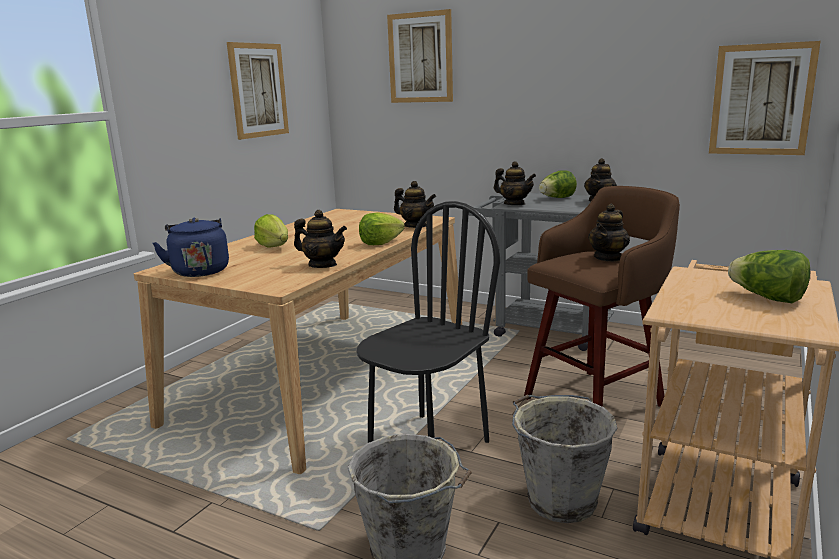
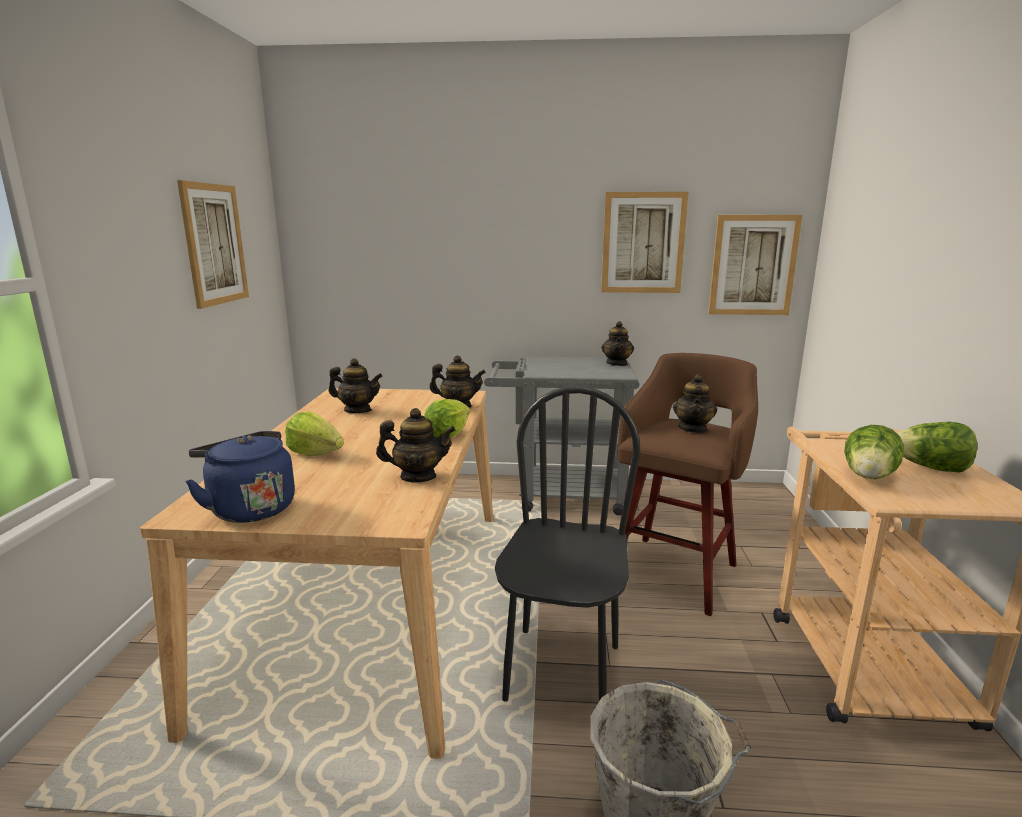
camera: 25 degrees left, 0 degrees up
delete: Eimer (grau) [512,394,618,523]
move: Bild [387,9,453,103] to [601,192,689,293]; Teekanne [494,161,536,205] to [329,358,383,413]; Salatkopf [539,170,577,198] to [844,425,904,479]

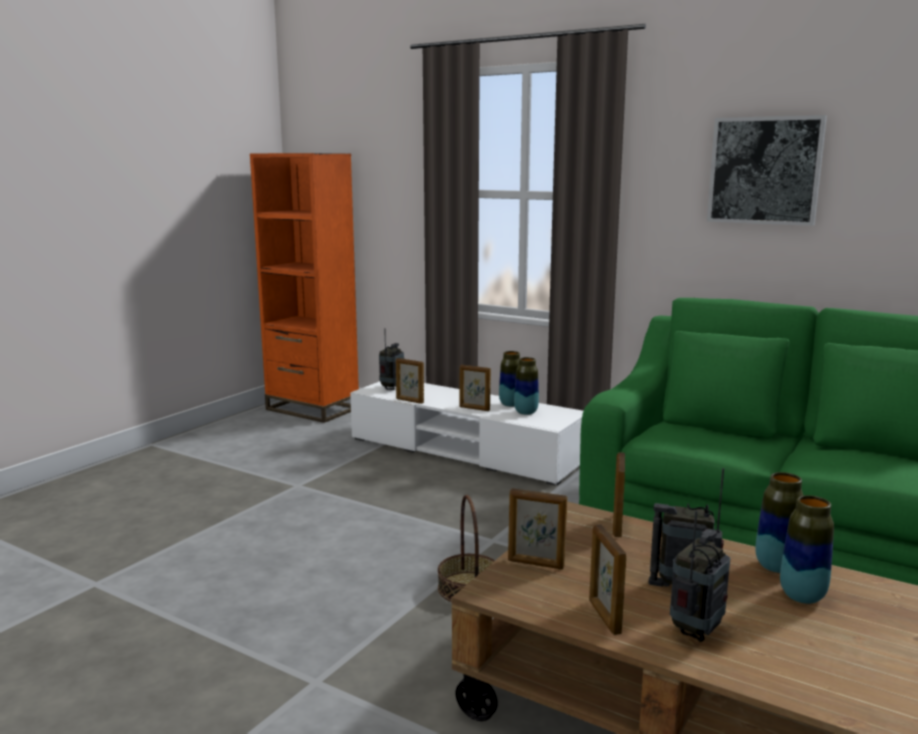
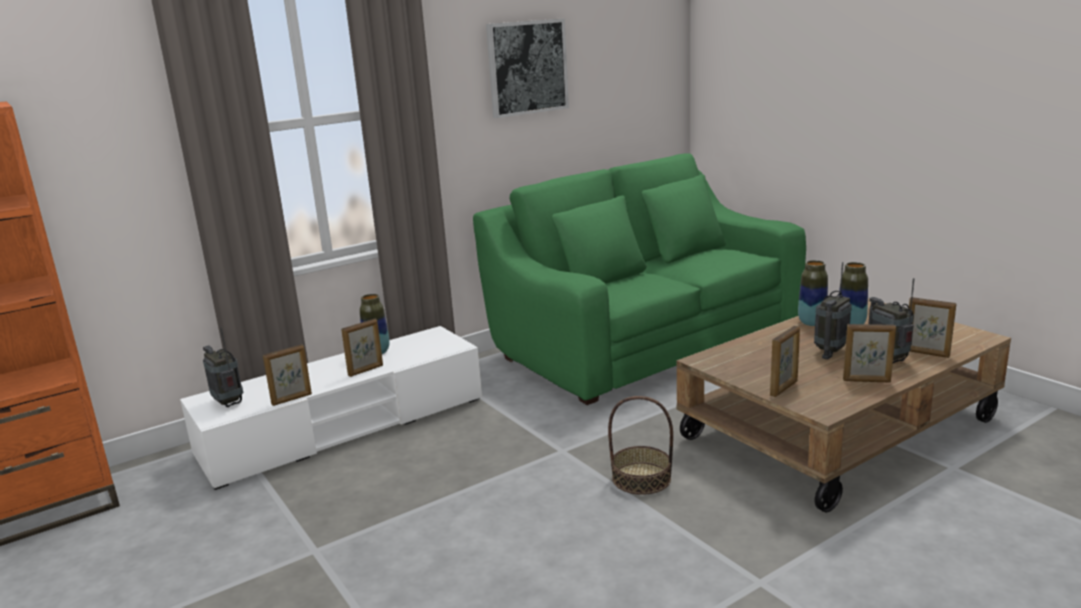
camera: 65 degrees left, 5 degrees up
delete: Vase [514,357,539,415]
move: Bilderrahmen [613,452,625,537] to [908,297,956,358]

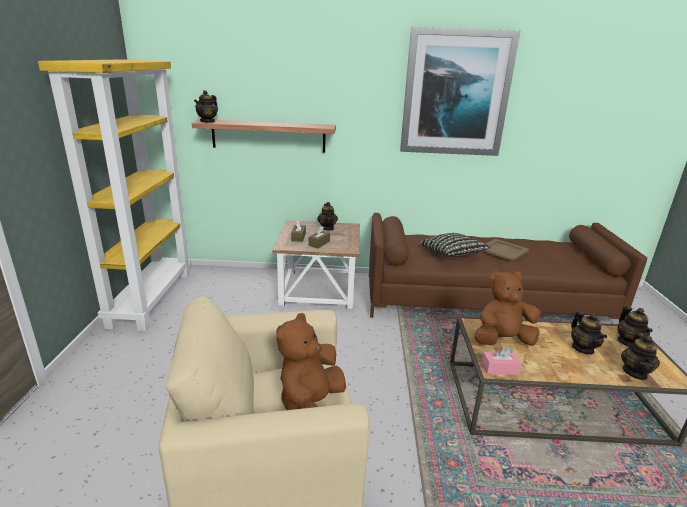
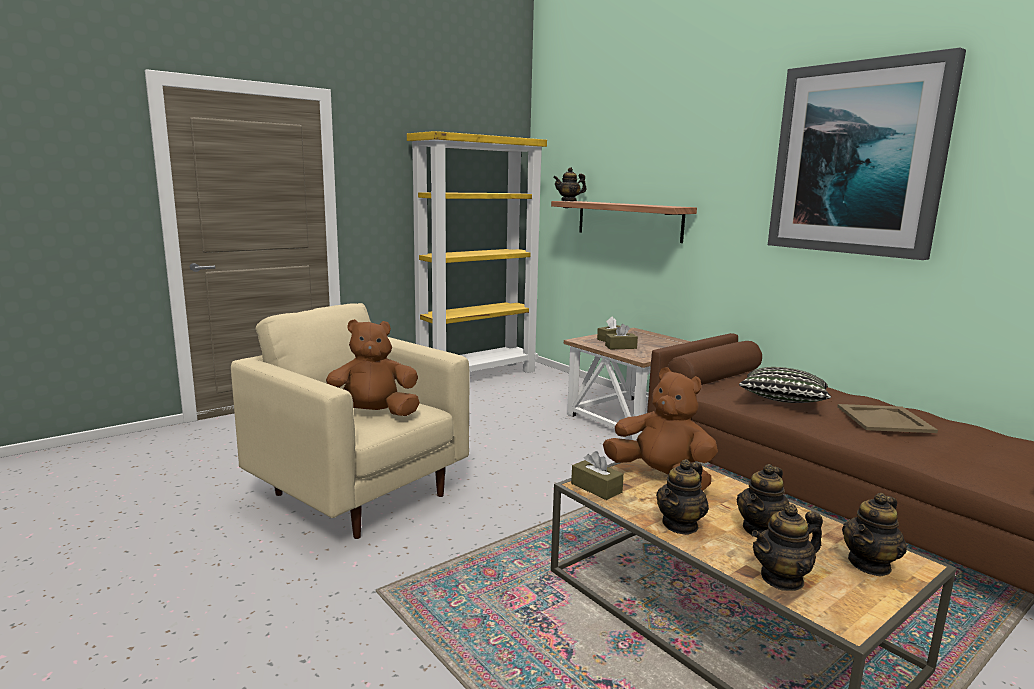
camera: 50 degrees right, 10 degrees down
move: Teekanne [317,202,338,231] to [656,459,709,535]
recolor: Taschentuchbox (rosa) [482,347,522,375] to Taschentuchbox (braun) [571,451,624,500]

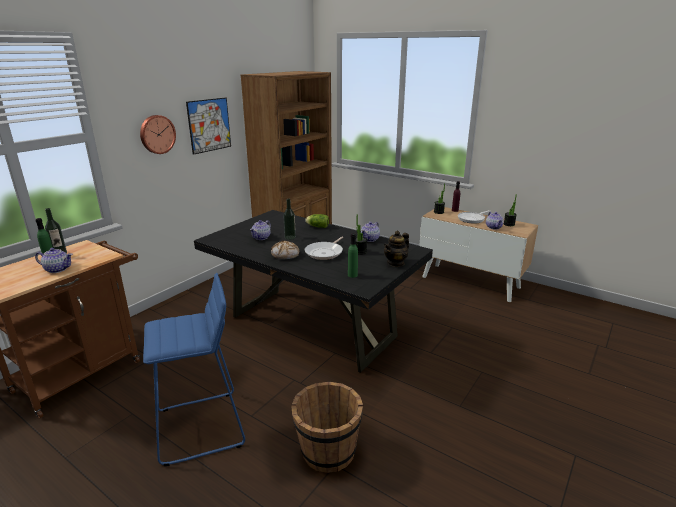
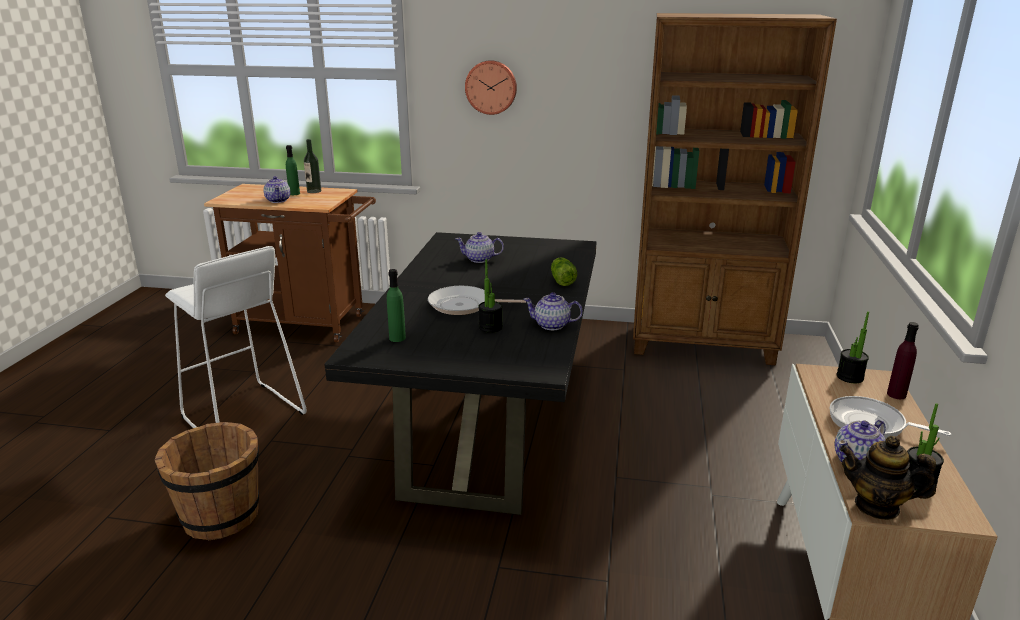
camera: 65 degrees right, 0 degrees up
delete: Bild [186,98,231,155]; Brot [271,241,299,259]; Flasche [283,199,296,240]
move: Teekanne [384,231,409,267] to [839,436,936,520]
recolor: Hocker (blau) [143,273,245,466] to Hocker (weiß) [165,246,307,428]

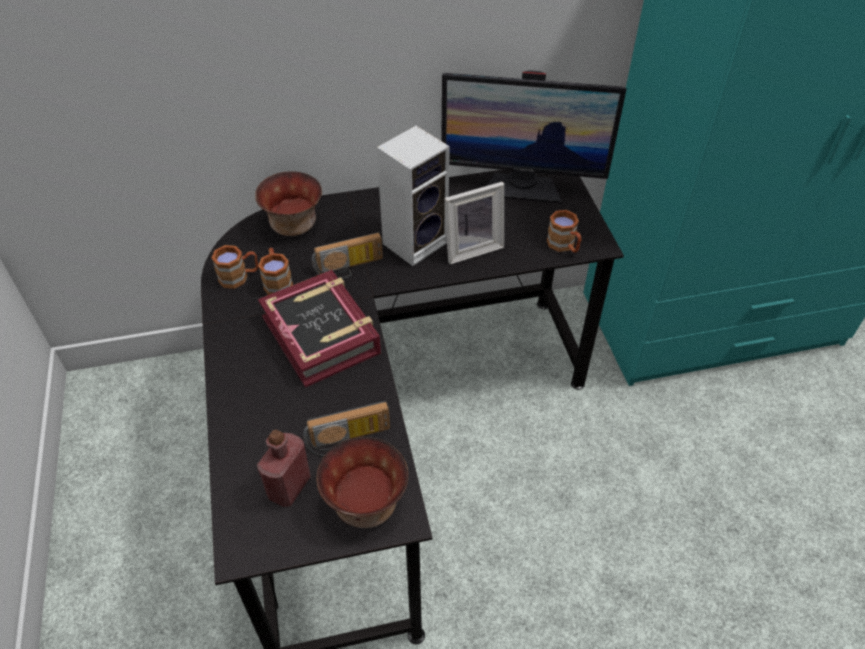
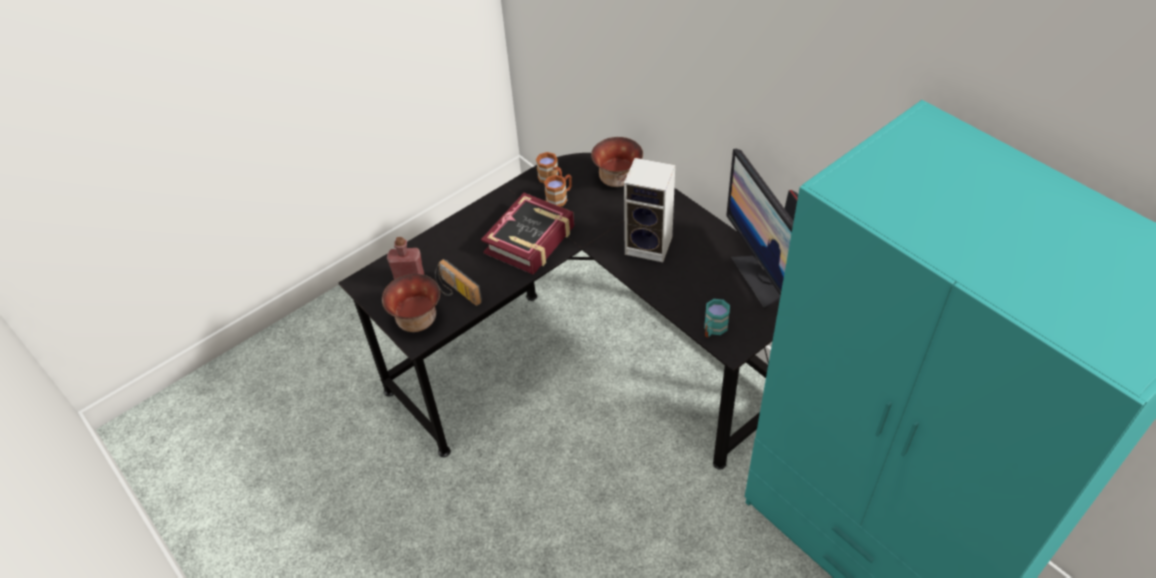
camera: 65 degrees right, 0 degrees up
delete: Radio [312,232,383,279]; Bilderrahmen [444,182,504,264]
recolor: Henkelbecher (braun) [547,210,581,253] to Henkelbecher (türkis) [704,299,730,337]

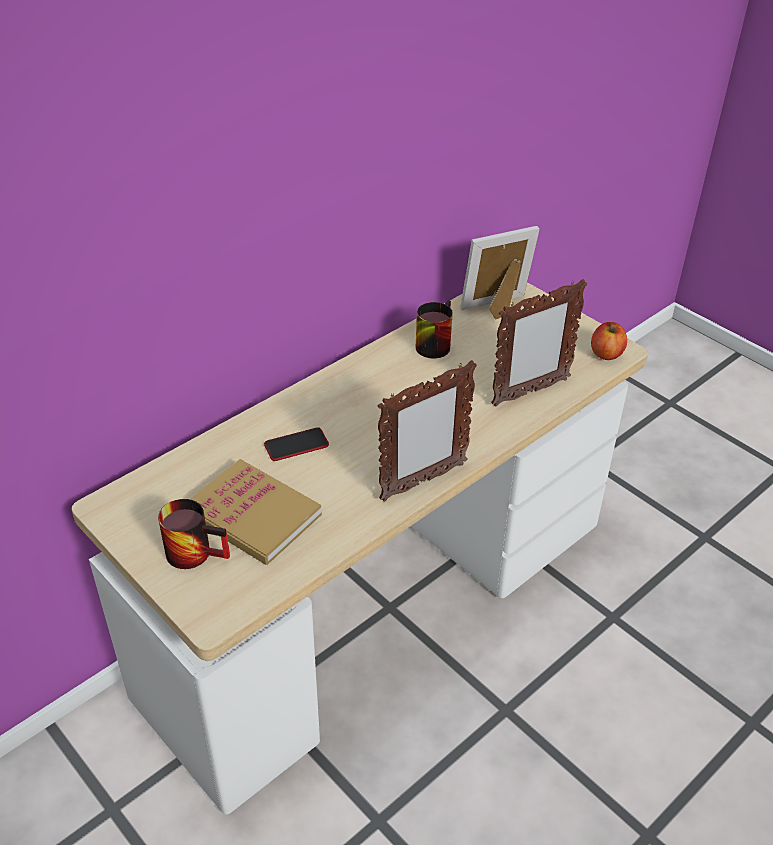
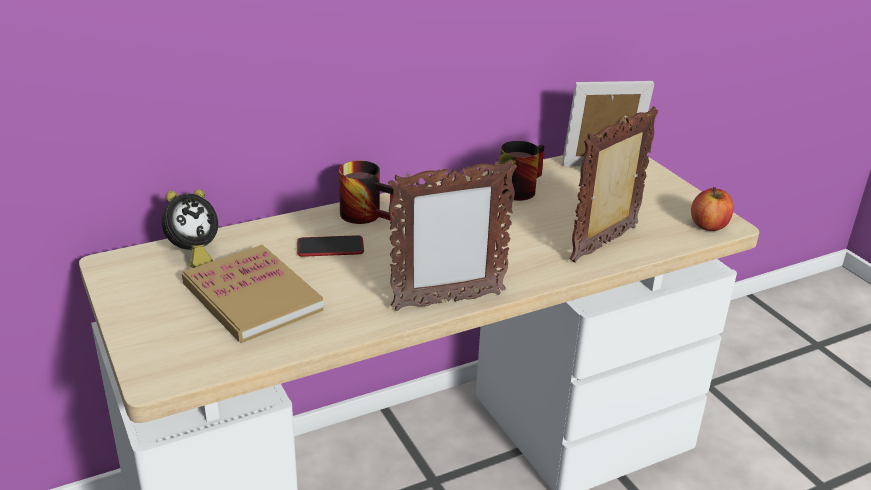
camera: 15 degrees right, 10 degrees down
insert: Wecker [162,189,218,268]
move: Henkelbecher [158,499,230,569] to [339,160,396,224]
rotate: Bilderrahmen [491,279,587,407] = [570,106,658,262] 150 degrees clockwise

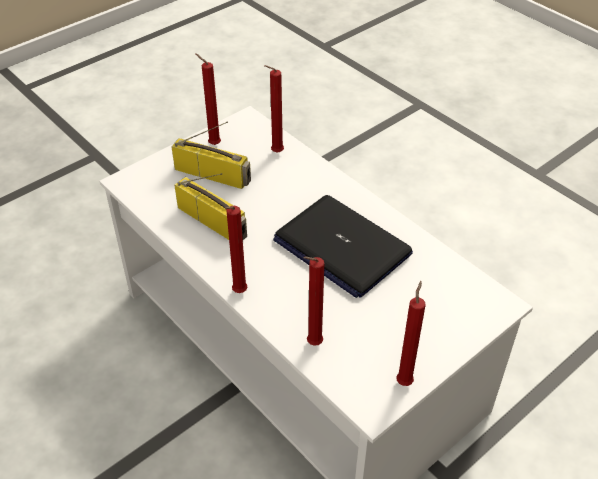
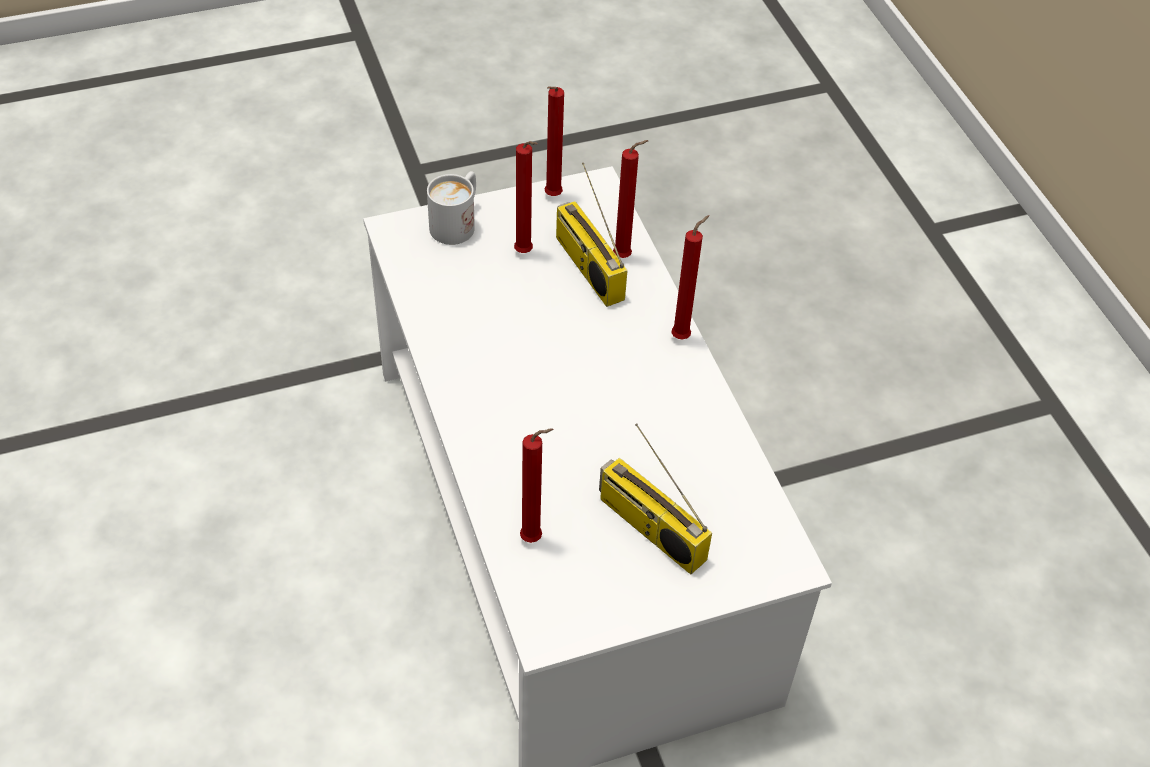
camera: 160 degrees left, 5 degrees up
delete: Laptop [273,195,413,298]
insert: Henkelbecher (weiß) [427,171,476,245]
move: Radio [174,173,247,240] to [556,162,627,307]; Kerze (rot) [195,53,221,145] to [514,141,538,253]

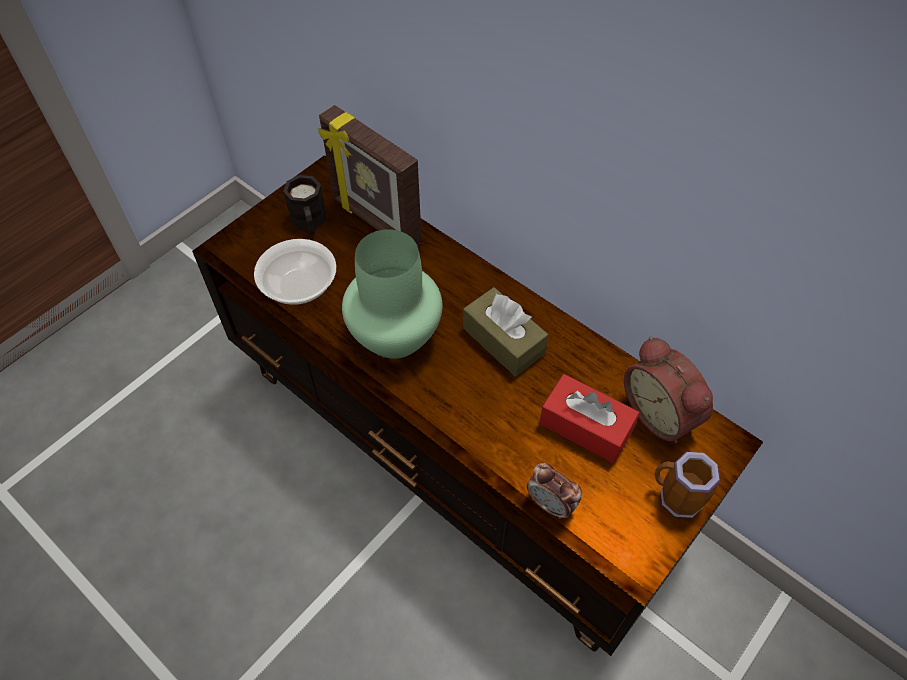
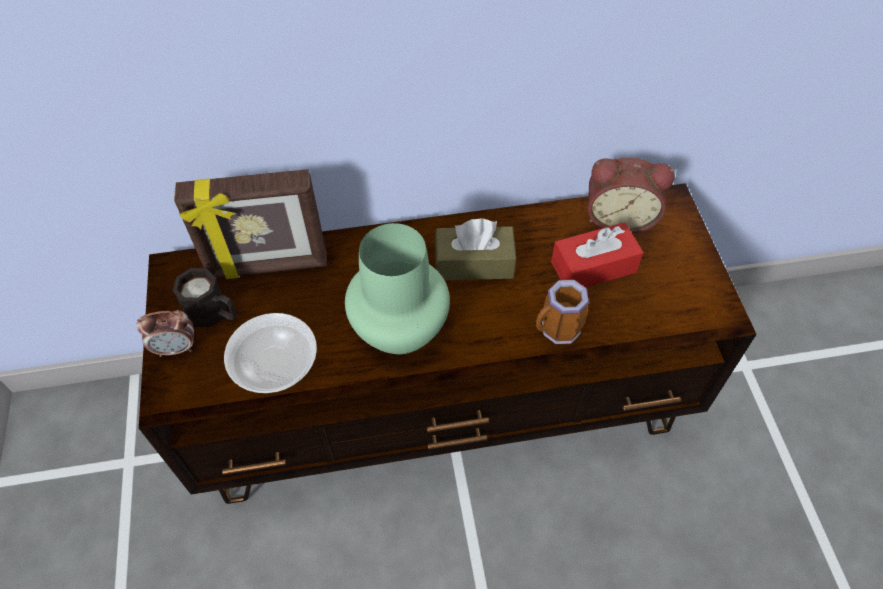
camera: 50 degrees left, 0 degrees up
move: Wecker [527,463,582,519] to [136,310,194,357]; Henkelbecher [655,452,720,518] to [536,280,589,344]

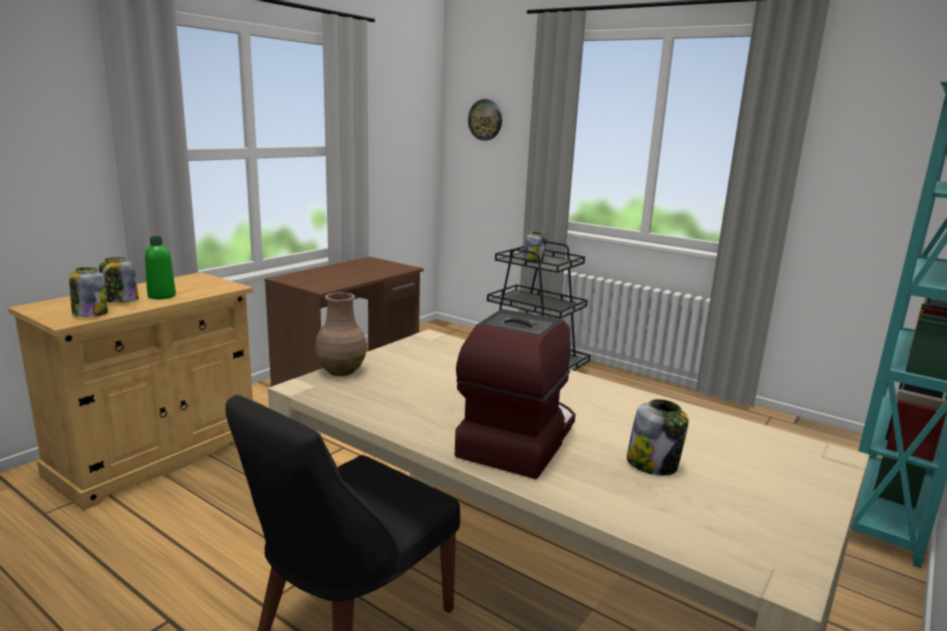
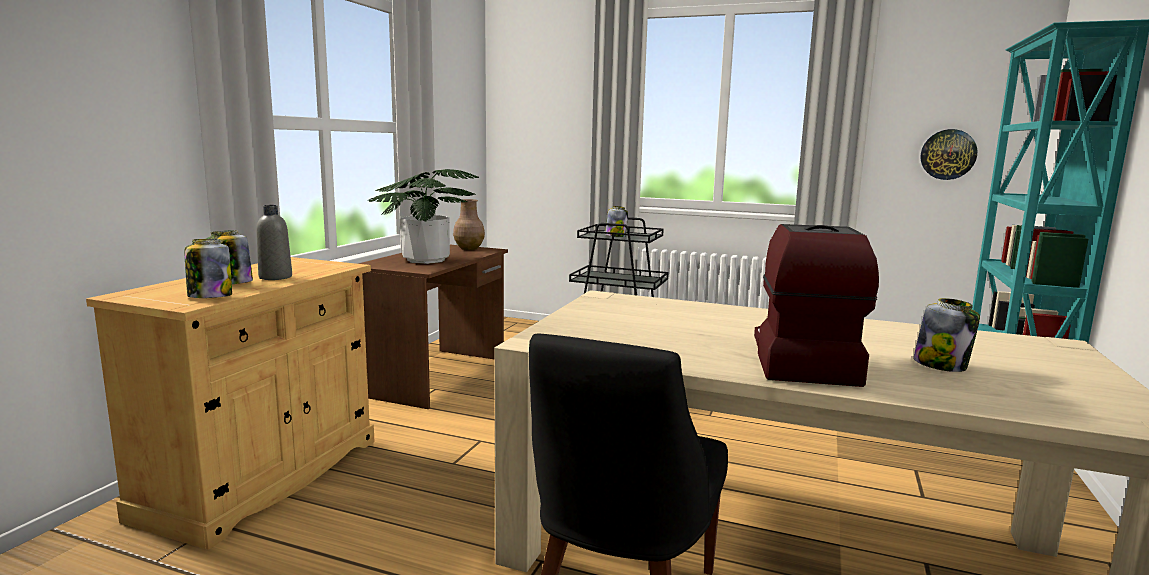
camera: 15 degrees left, 5 degrees down
insert: Topfpflanze [368,169,479,264]
move: Vase (braun) [315,292,367,376] to [453,199,485,250]; Wanduhr [468,99,502,141] to [921,129,977,180]
recolor: Flasche (grün) [145,236,176,299] to Flasche (grau) [256,205,292,280]

